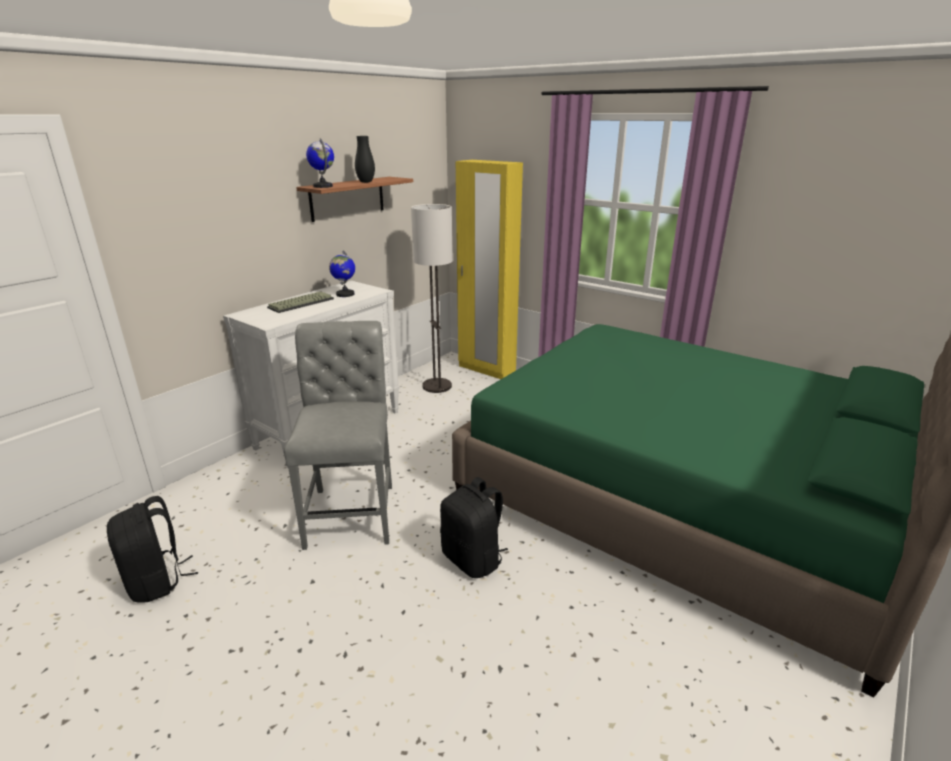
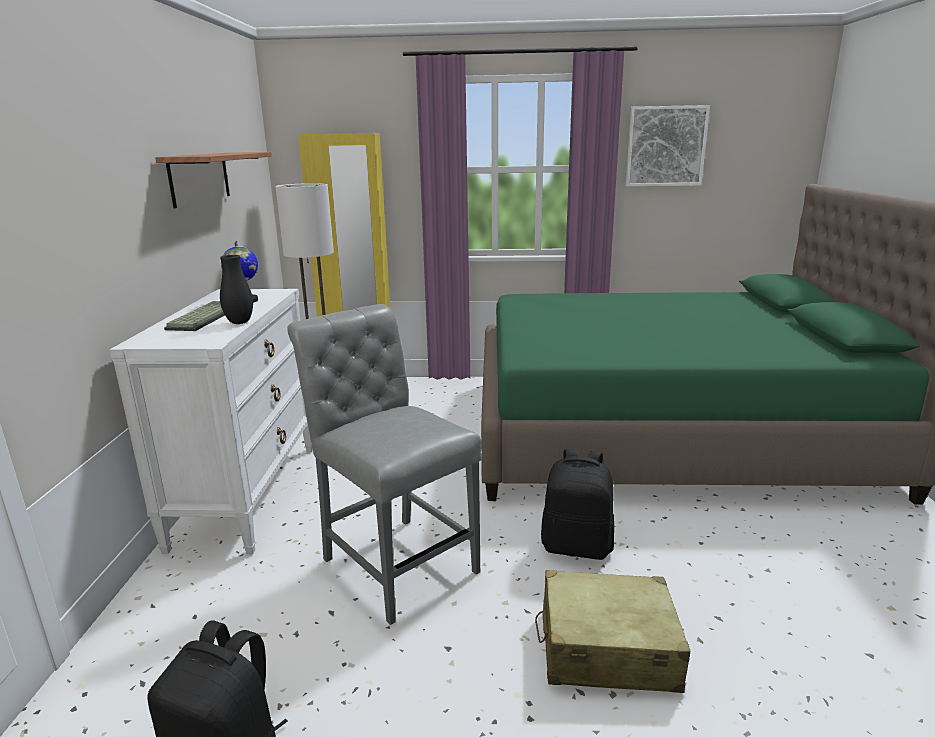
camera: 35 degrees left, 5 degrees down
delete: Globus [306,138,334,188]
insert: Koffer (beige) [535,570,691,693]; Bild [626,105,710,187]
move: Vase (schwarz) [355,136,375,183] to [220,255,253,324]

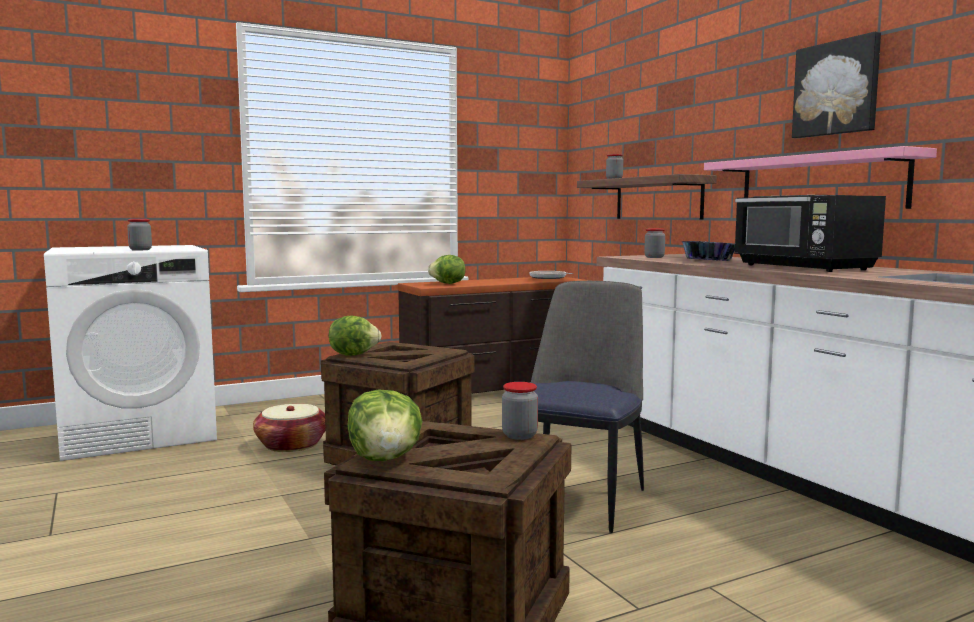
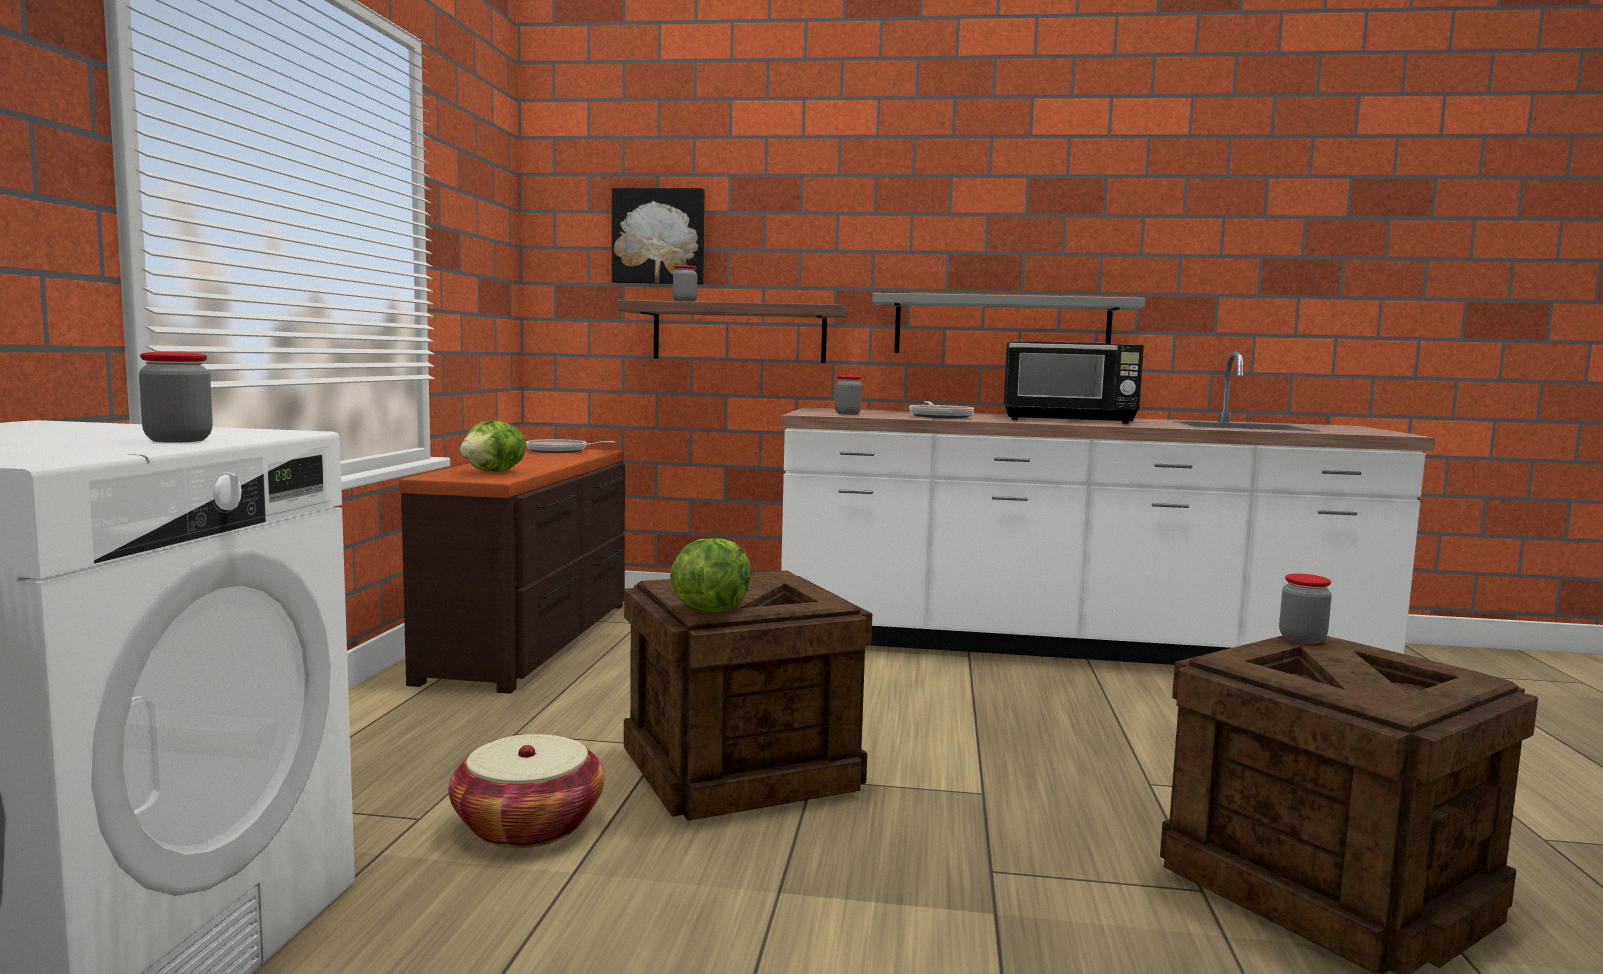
camera: 55 degrees left, 0 degrees up
delete: Salatkopf [348,389,423,461]; Stuhl [531,281,644,533]
move: Bild [792,31,881,138] to [612,188,705,285]
replace: Schüssel [682,241,735,261] to Pfanne [909,401,974,418]
recolor: Wandregal (rosa) [704,146,937,209] to Wandregal (grau) [872,293,1145,353]

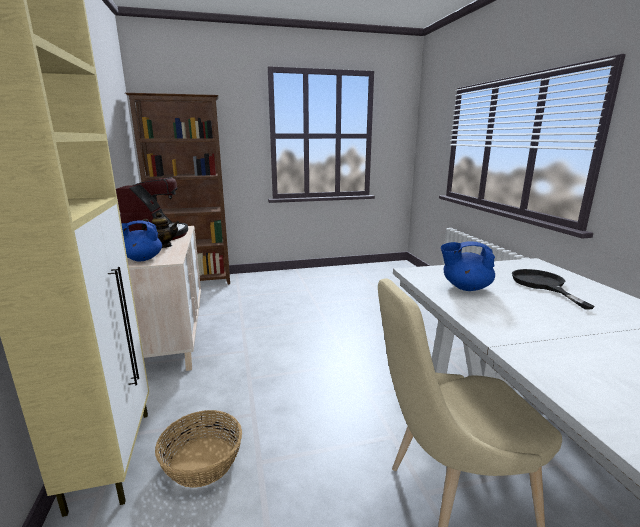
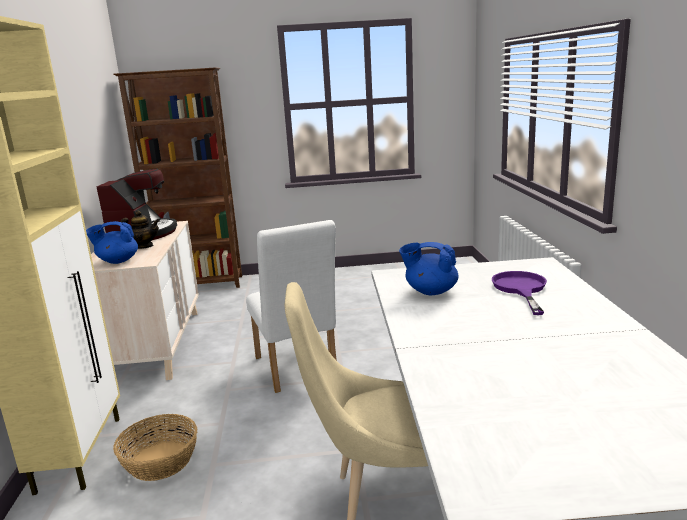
camera: 10 degrees right, 0 degrees up
insert: Stuhl (weiß) [246,220,337,393]
recolor: Pfanne (schwarz) [512,269,595,309] to Pfanne (lila) [492,271,547,315]

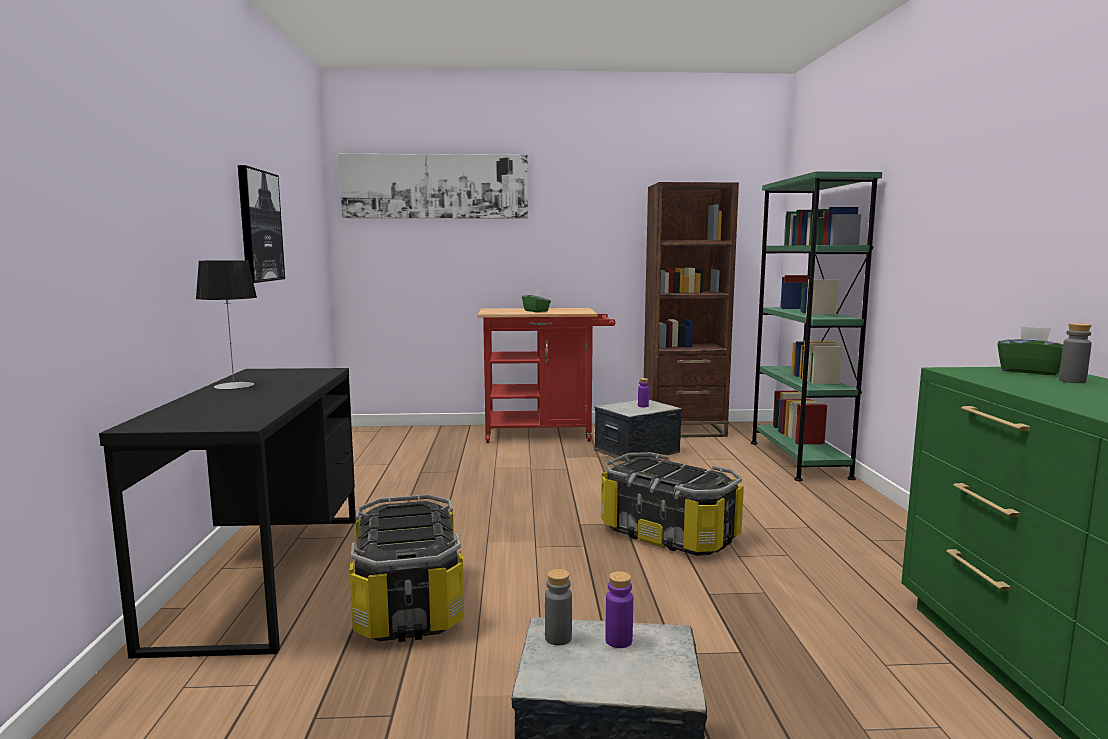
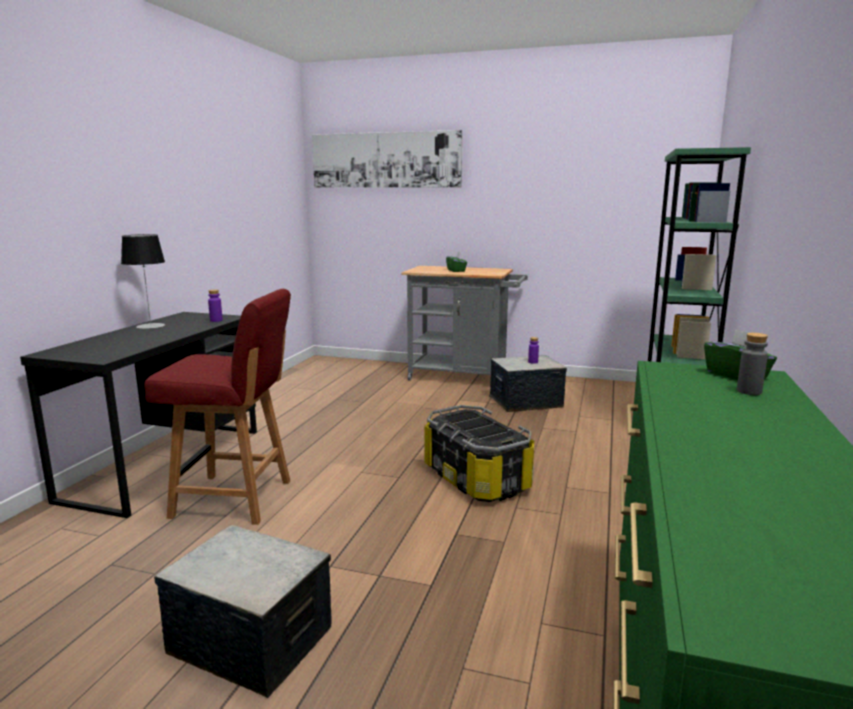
camera: 20 degrees right, 5 degrees up
delete: Bild [238,165,285,283]; Flasche (grau) [545,569,572,645]; Bücherregal (braun) [644,182,739,437]
move: Flasche (lila) [605,571,633,648] to [208,289,223,322]
replace: Aufbewahrungsbox [350,494,464,642] to Stuhl (rot) [144,289,291,525]
recolor: Rollwagen (rot) [477,308,615,443] to Rollwagen (grau) [401,266,528,381]

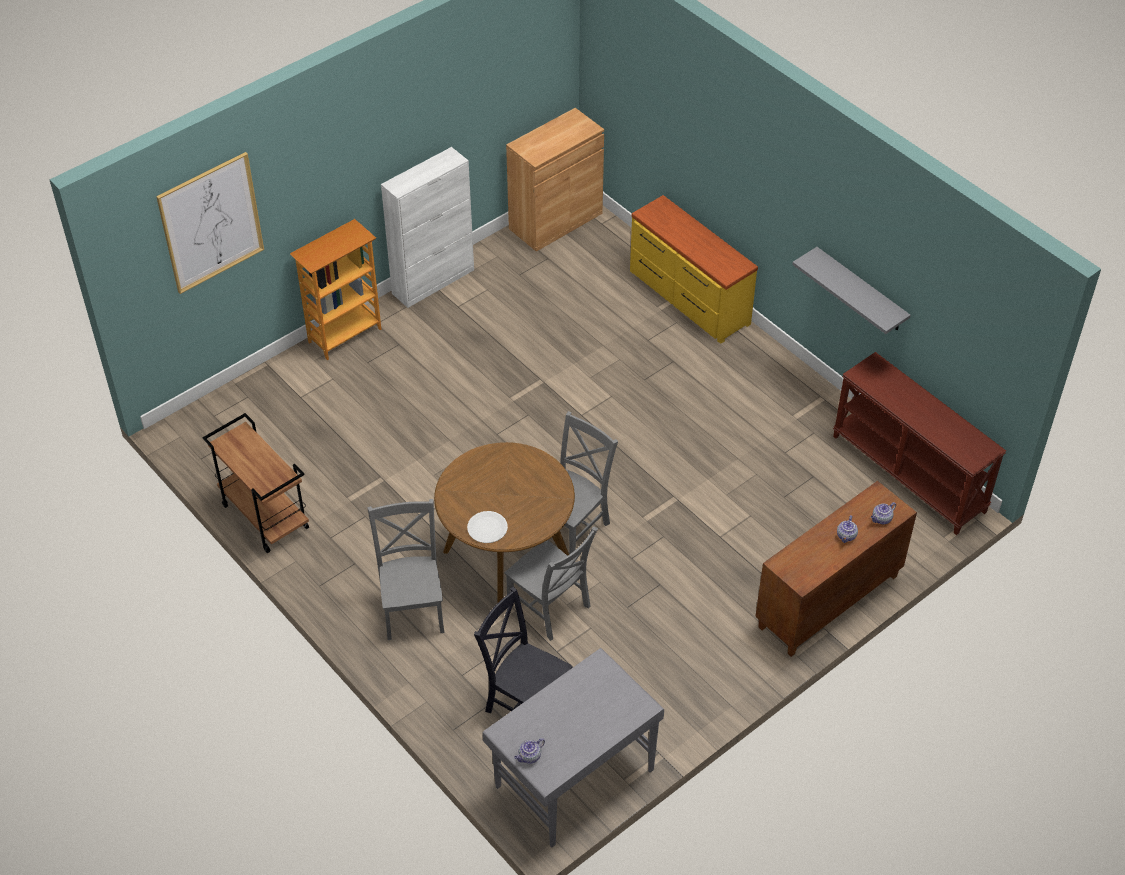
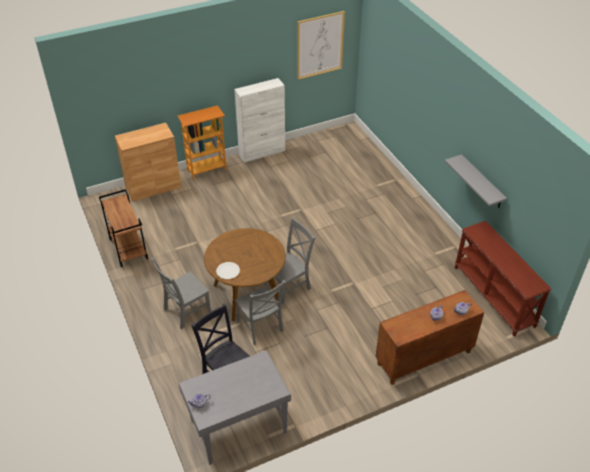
camera: 15 degrees right, 5 degrees down
delete: Kommode (gelb) [630,195,758,344]
move: Bild [156,152,264,294] to [297,11,345,80]; Schrank (braun) [506,108,604,252] to [115,123,181,202]
rotate: Stuhl (grau) [367,499,444,640] = [151,258,211,329] 135 degrees counterclockwise

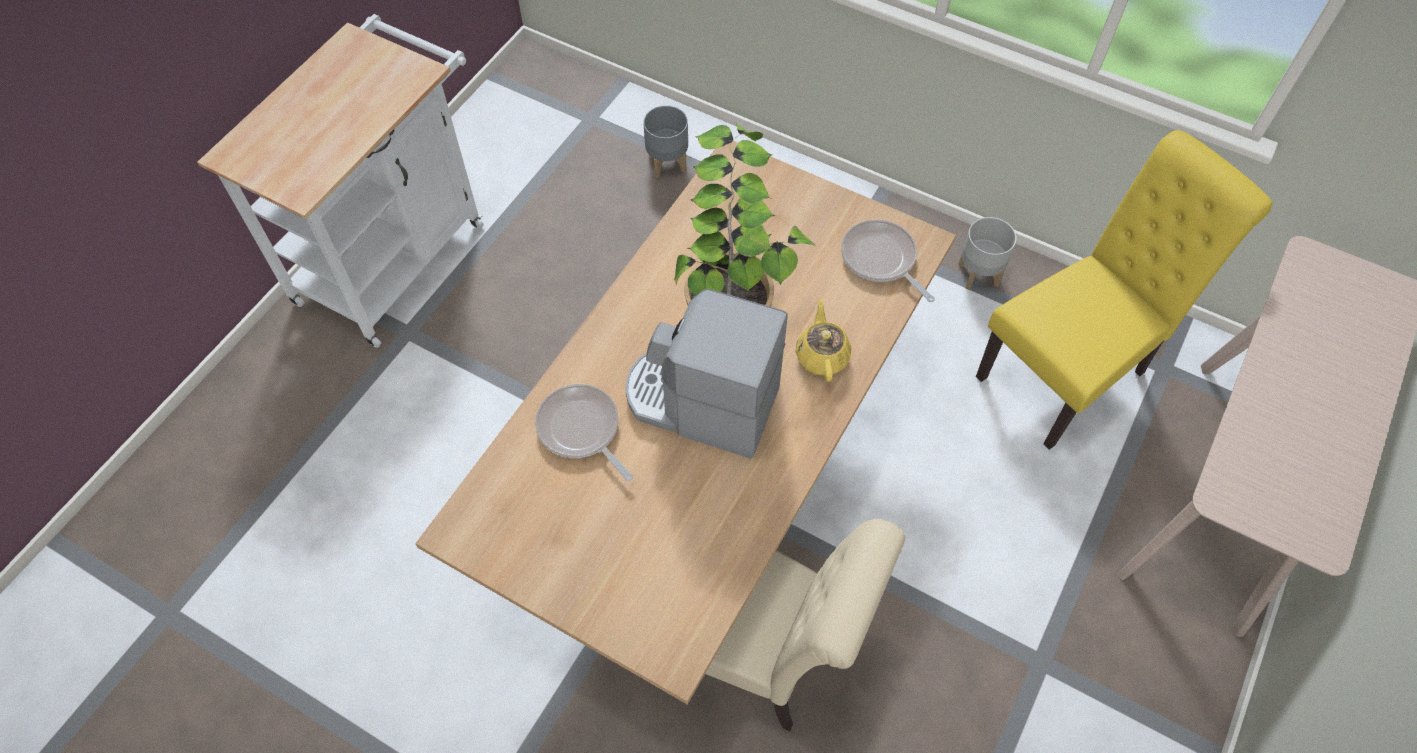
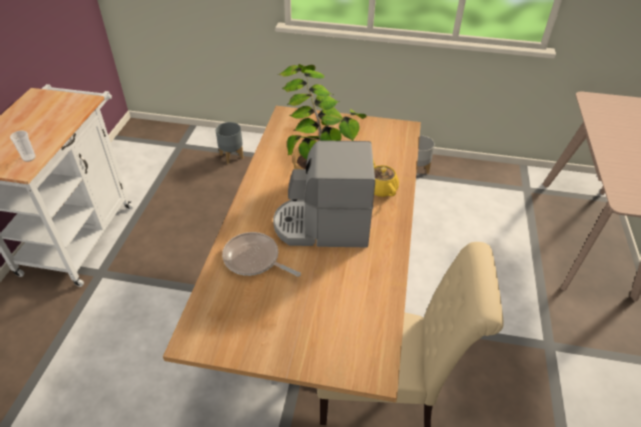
camera: 20 degrees left, 15 degrees down
delete: Pfanne [841,219,935,302]; Stuhl (gelb) [976,130,1273,450]
insert: Tasse [10,131,36,162]

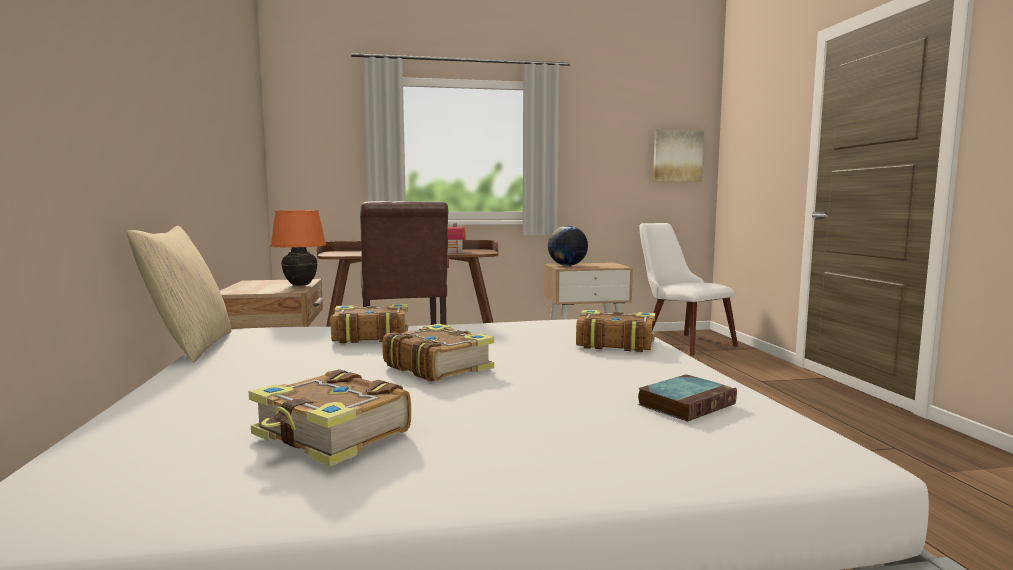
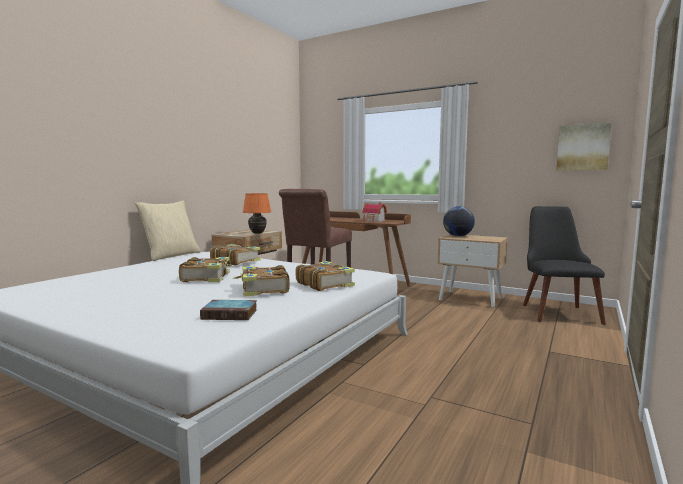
camera: 40 degrees right, 0 degrees up
move: Buch [249,369,411,467] to [233,265,290,297]
recolor: Stuhl (weiß) [639,223,738,356] to Stuhl (schwarz) [523,206,606,325]

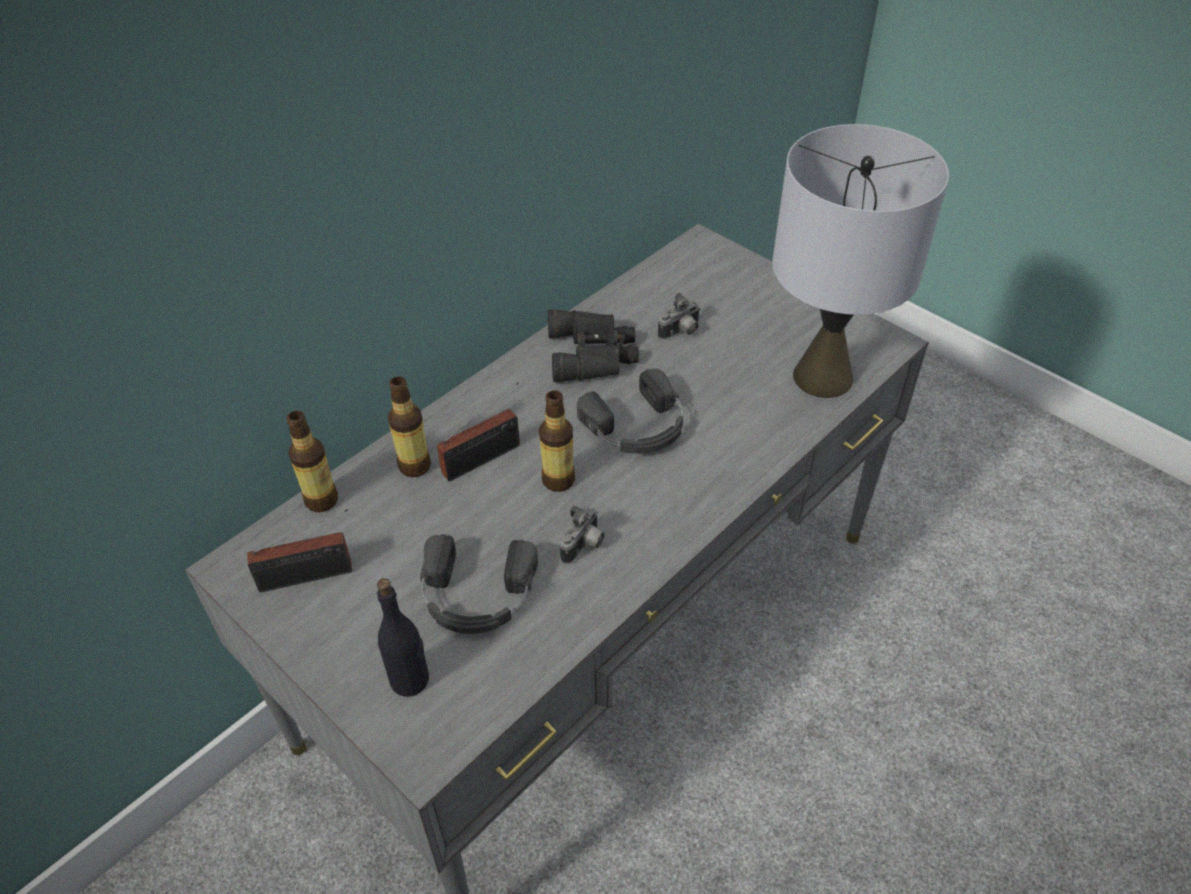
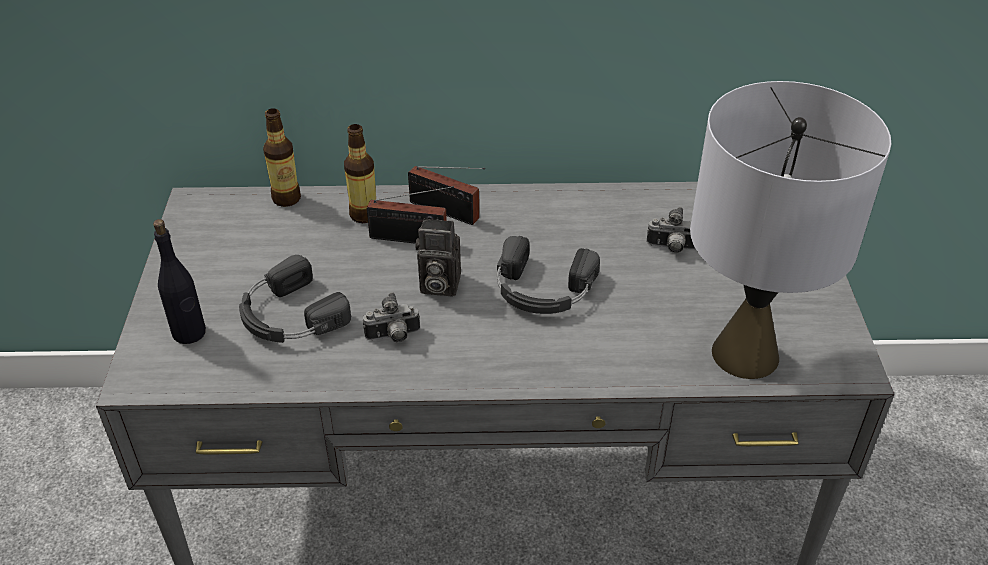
camera: 45 degrees right, 5 degrees down
delete: Fernglas (schwarz) [548,309,639,382]
move: Radio [247,509,352,592] to [408,166,485,225]
replace: Flasche [539,390,575,492] to Kamera [416,218,461,297]

